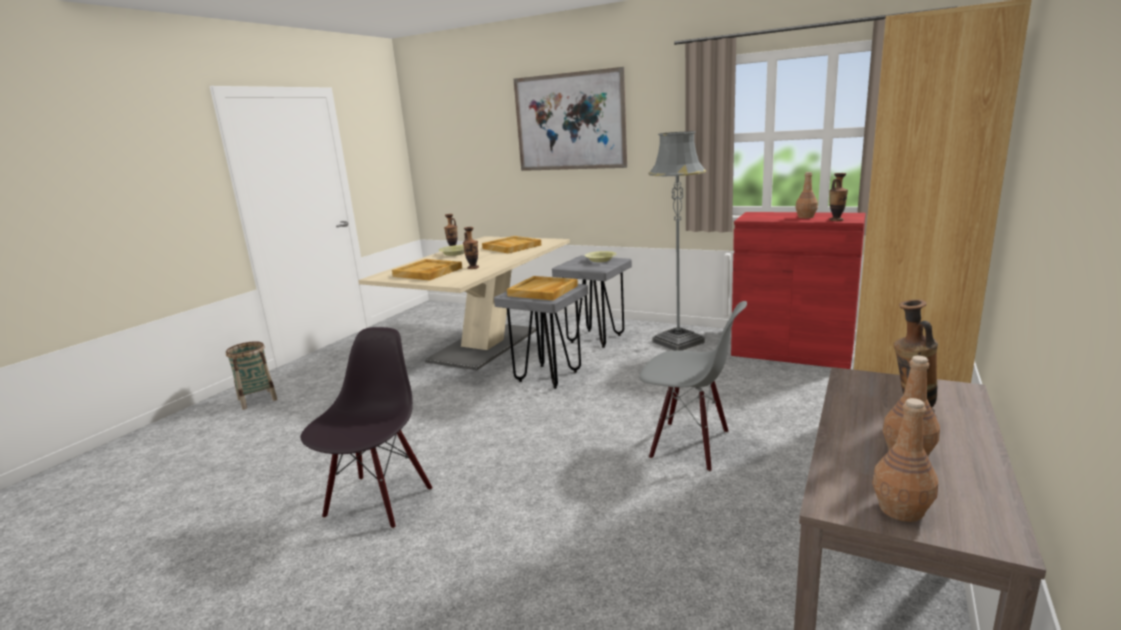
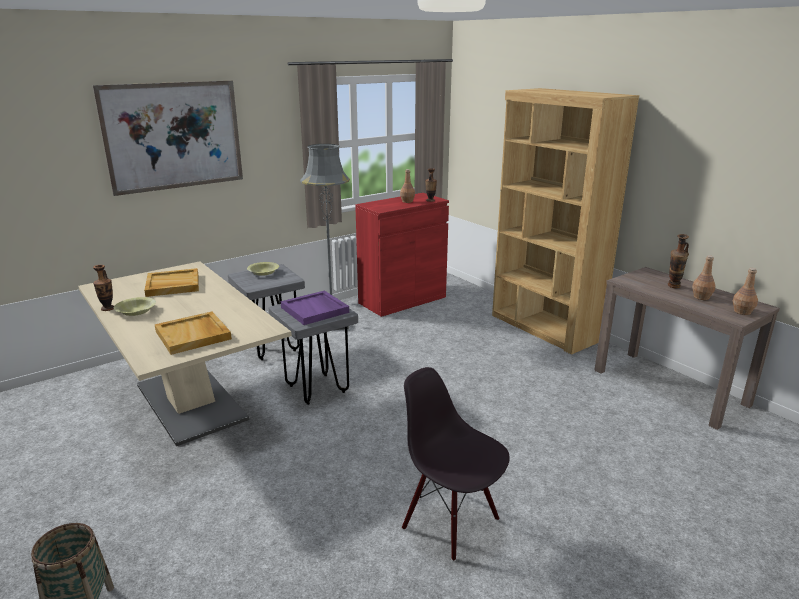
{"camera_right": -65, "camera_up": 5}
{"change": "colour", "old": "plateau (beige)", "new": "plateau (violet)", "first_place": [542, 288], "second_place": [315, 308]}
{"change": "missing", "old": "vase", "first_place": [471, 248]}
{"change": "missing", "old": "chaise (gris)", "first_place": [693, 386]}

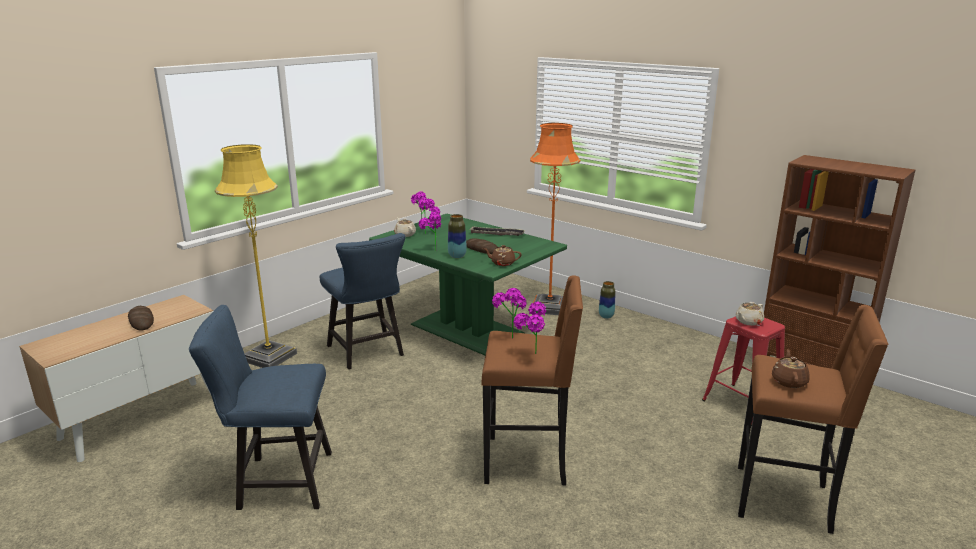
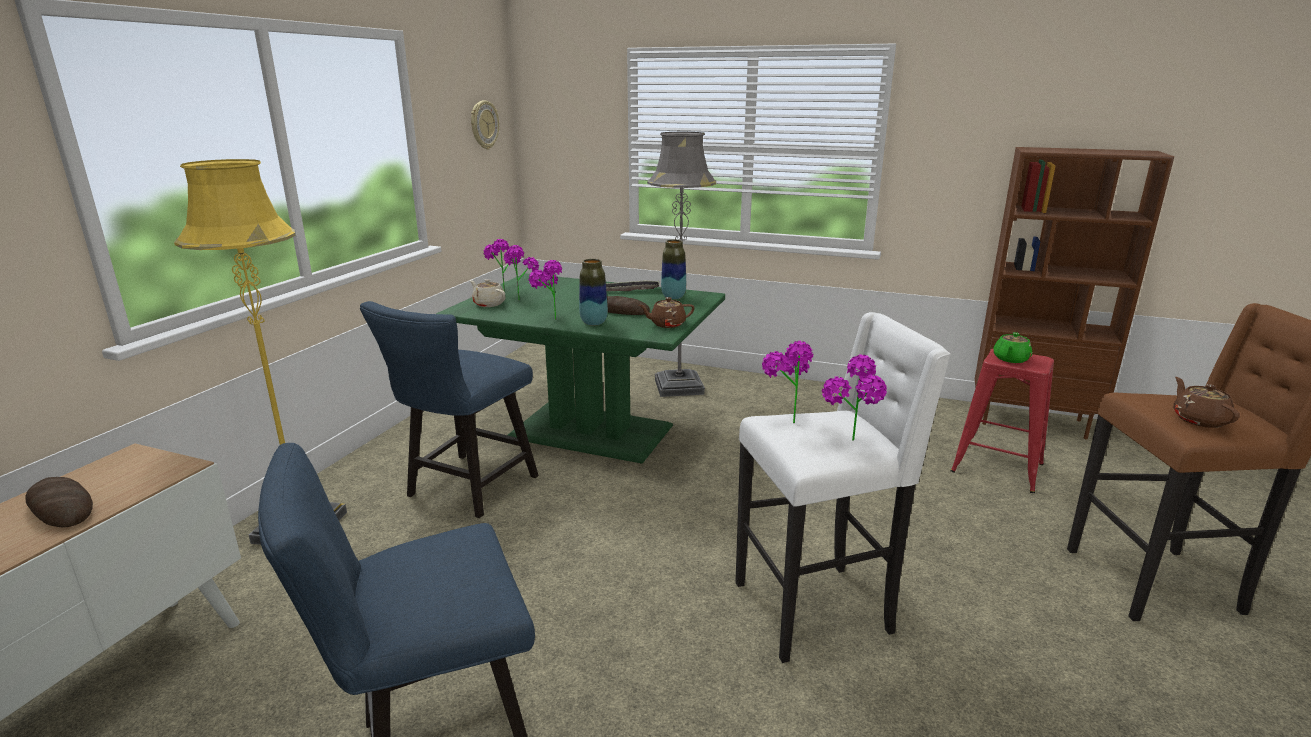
{"camera_right": -20, "camera_up": 0}
{"change": "spun", "old": "chaise (bleu)", "first_place": [363, 301], "second_place": [449, 409], "degrees": 75}
{"change": "appeared", "new": "horloge murale", "second_place": [485, 125]}
{"change": "colour", "old": "lampadaire (orange)", "new": "lampadaire (gris)", "first_place": [555, 219], "second_place": [681, 264]}
{"change": "relocated", "old": "vase", "first_place": [607, 300], "second_place": [673, 269]}
{"change": "colour", "old": "tabouret (marron)", "new": "tabouret (blanc)", "first_place": [532, 380], "second_place": [843, 487]}
{"change": "colour", "old": "théière (beige)", "new": "théière (vert)", "first_place": [750, 314], "second_place": [1012, 347]}

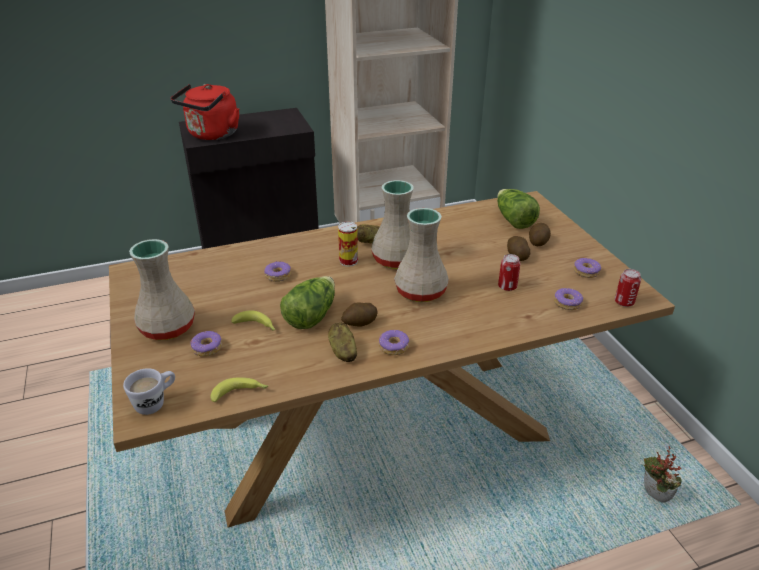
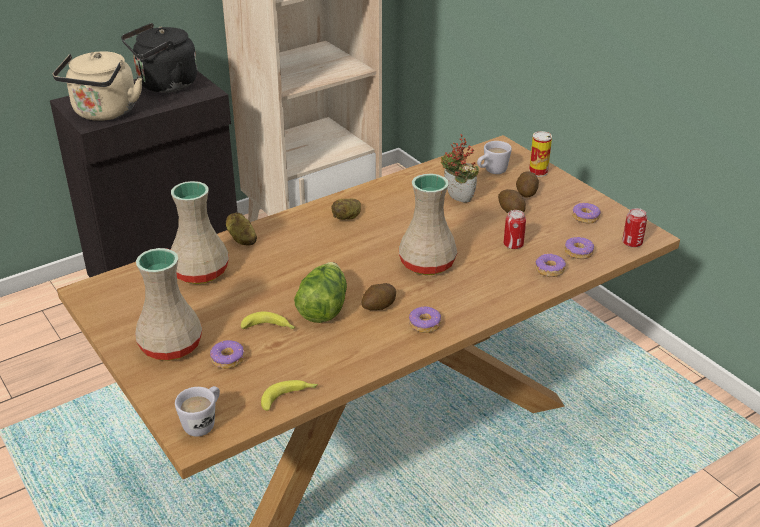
{"camera_right": -15, "camera_up": 0}
{"change": "colour", "old": "bouilloire (rouge)", "new": "bouilloire (beige)", "first_place": [204, 112], "second_place": [97, 86]}
{"change": "appeared", "new": "bouilloire (noir)", "second_place": [159, 57]}
{"change": "relocated", "old": "vase (beige)", "first_place": [392, 224], "second_place": [200, 232]}
{"change": "relocated", "old": "pomme de terre", "first_place": [342, 342], "second_place": [241, 229]}
{"change": "relocated", "old": "plante en pot", "first_place": [663, 474], "second_place": [460, 168]}
{"change": "exchanged", "old": "laitue", "new": "mug (blanc)", "first_place": [518, 209], "second_place": [494, 157]}
{"change": "relocated", "old": "boîte métallique", "first_place": [348, 244], "second_place": [540, 154]}
{"change": "relocated", "old": "beignet", "first_place": [277, 271], "second_place": [550, 265]}

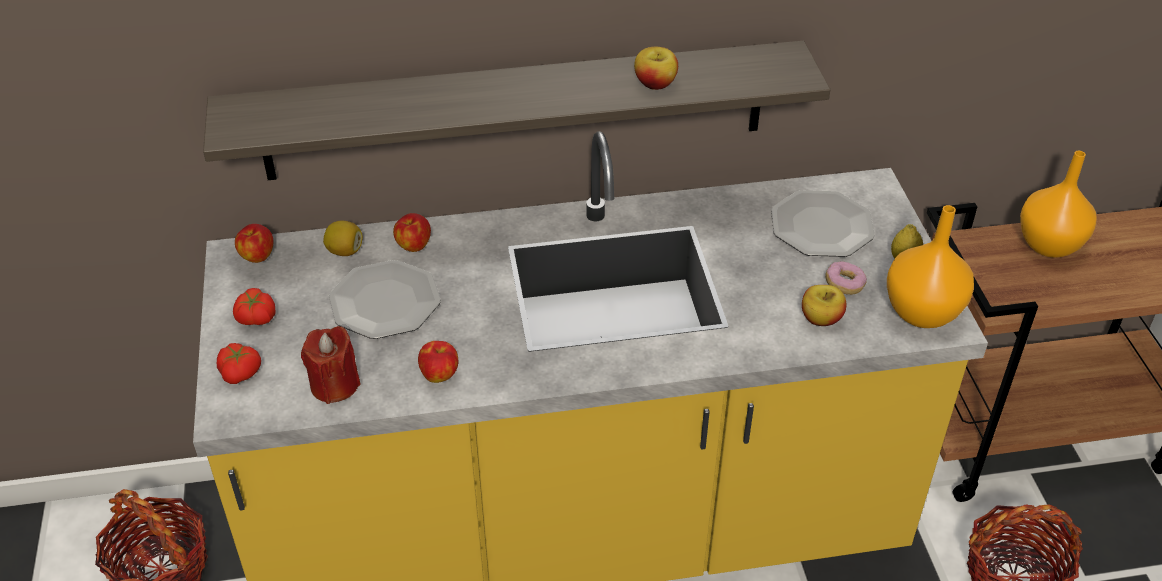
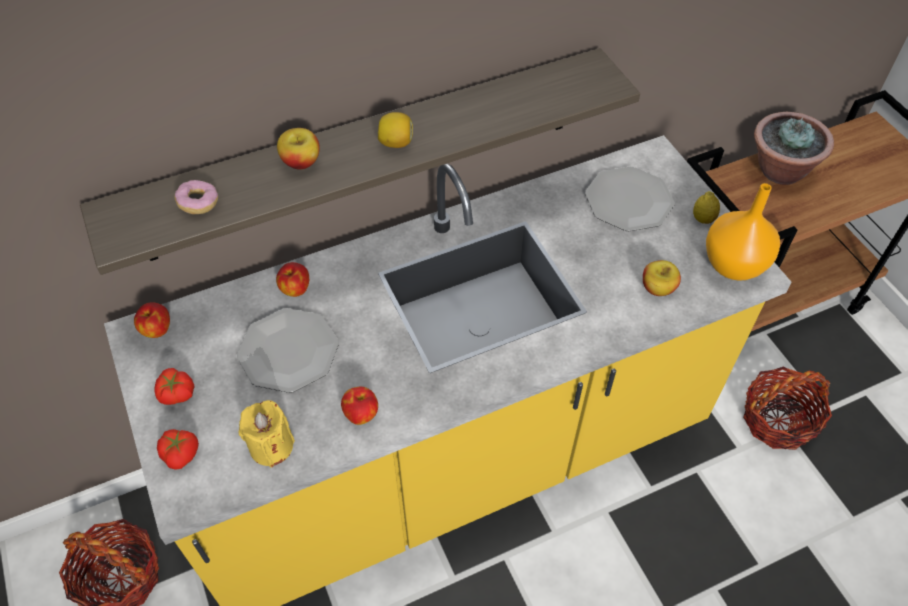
{"camera_right": -15, "camera_up": 10}
{"change": "relocated", "old": "beignet", "first_place": [846, 278], "second_place": [196, 197]}
{"change": "colour", "old": "bougie (rouge)", "new": "bougie (jaune)", "first_place": [331, 365], "second_place": [266, 434]}
{"change": "relocated", "old": "pomme", "first_place": [656, 68], "second_place": [298, 149]}
{"change": "relocated", "old": "citron", "first_place": [343, 238], "second_place": [395, 130]}
{"change": "exchanged", "old": "vase (orange)", "new": "plante en pot", "first_place": [1058, 204], "second_place": [794, 148]}

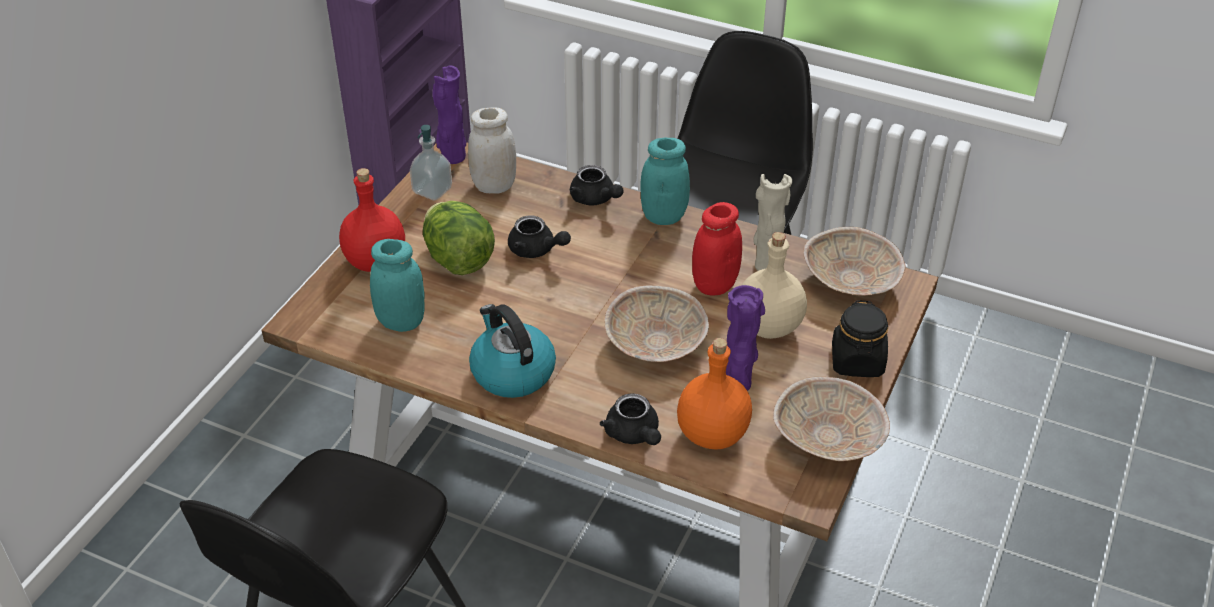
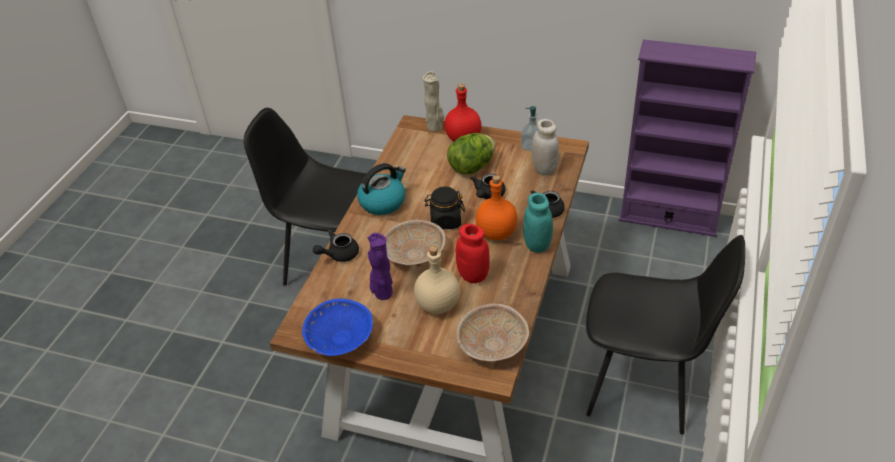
{"camera_right": 85, "camera_up": 0}
{"change": "colour", "old": "bol (beige)", "new": "bol (bleu)", "first_place": [831, 419], "second_place": [337, 327]}
{"change": "relocated", "old": "vase (beige)", "first_place": [772, 222], "second_place": [433, 101]}
{"change": "relocated", "old": "bocal (noir)", "first_place": [860, 338], "second_place": [445, 207]}
{"change": "relocated", "old": "bouteille (orange)", "first_place": [714, 394], "second_place": [497, 207]}
{"change": "missing", "old": "bocal (turquoise)", "first_place": [397, 285]}
{"change": "missing", "old": "vase (violet)", "first_place": [449, 115]}

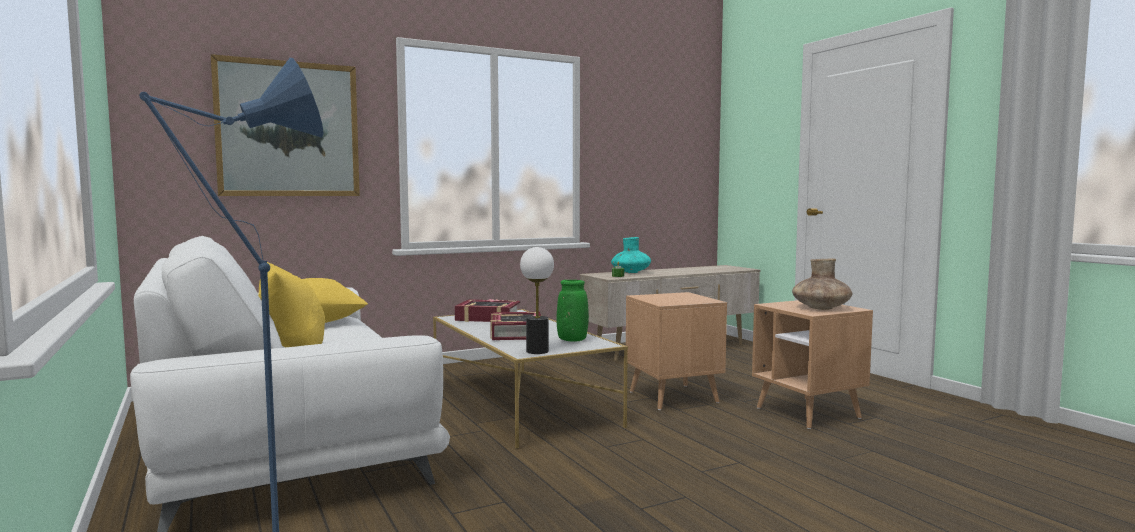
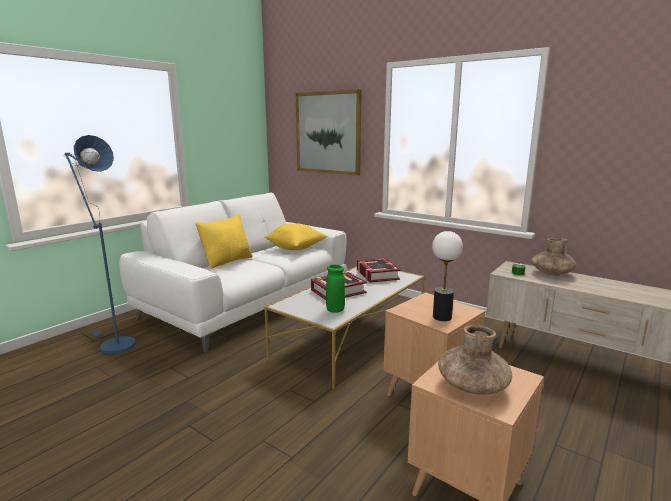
{"camera_right": 65, "camera_up": 10}
{"change": "relocated", "old": "lampe de table", "first_place": [537, 300], "second_place": [447, 276]}
{"change": "colour", "old": "vase (turquoise)", "new": "vase (marron)", "first_place": [631, 255], "second_place": [554, 257]}

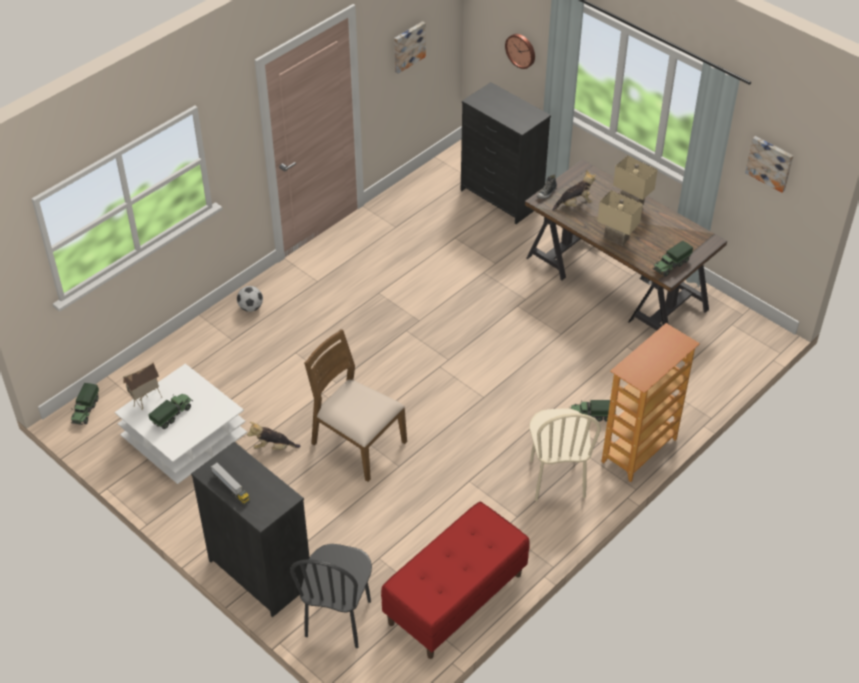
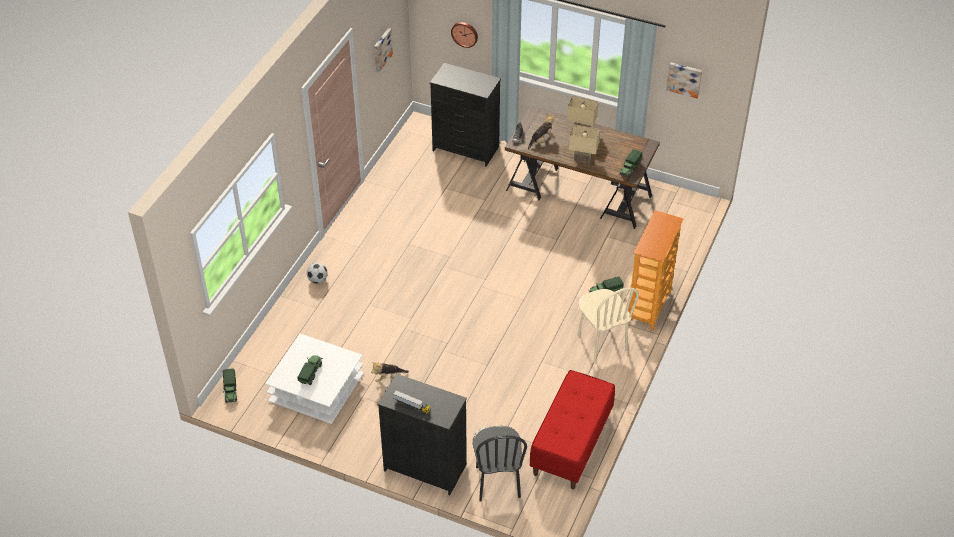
{"camera_right": -20, "camera_up": 0}
{"change": "missing", "old": "maison miniature", "first_place": [142, 385]}
{"change": "missing", "old": "chaise (marron)", "first_place": [355, 405]}

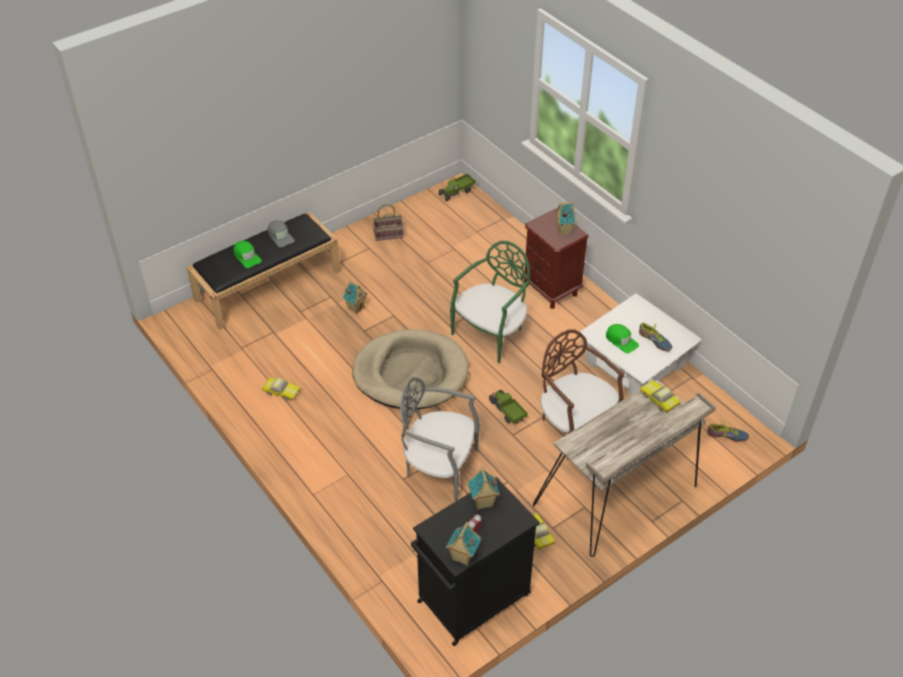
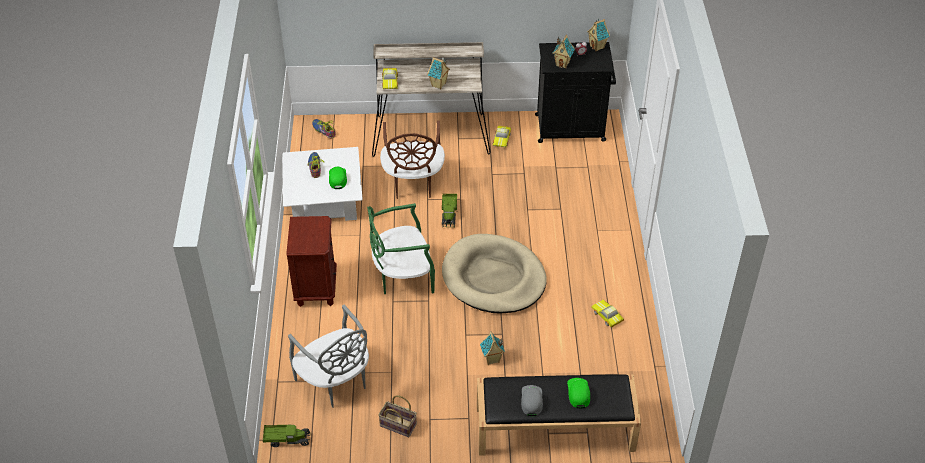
{"camera_right": -145, "camera_up": 0}
{"change": "relocated", "old": "chaise (gris)", "first_place": [440, 439], "second_place": [328, 356]}
{"change": "relocated", "old": "maison miniature", "first_place": [566, 218], "second_place": [438, 73]}

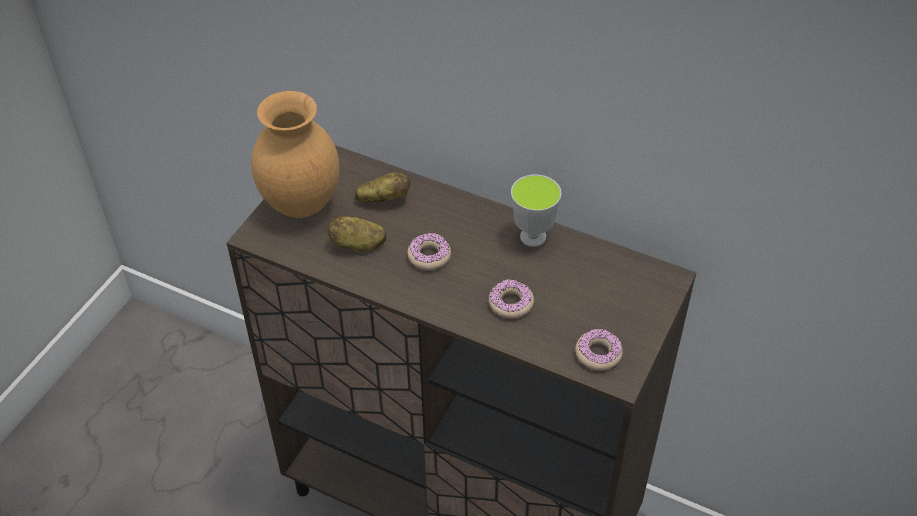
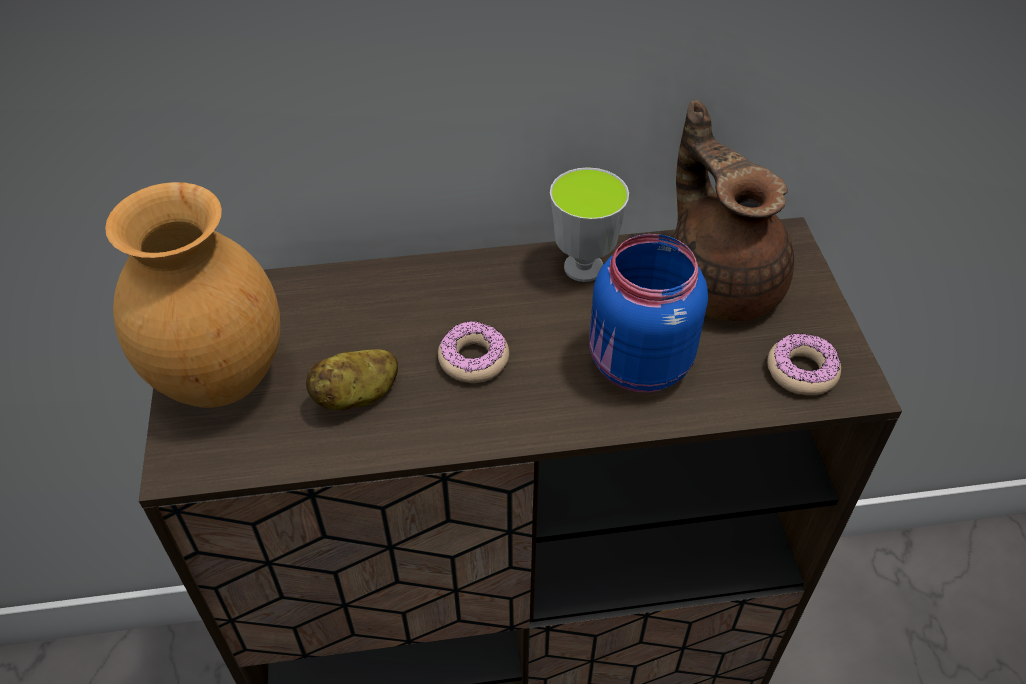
{"camera_right": -35, "camera_up": 0}
{"change": "exchanged", "old": "beignet", "new": "bocal (bleu)", "first_place": [511, 299], "second_place": [648, 313]}
{"change": "appeared", "new": "théière (marron)", "second_place": [733, 211]}
{"change": "missing", "old": "pomme de terre", "first_place": [383, 187]}

